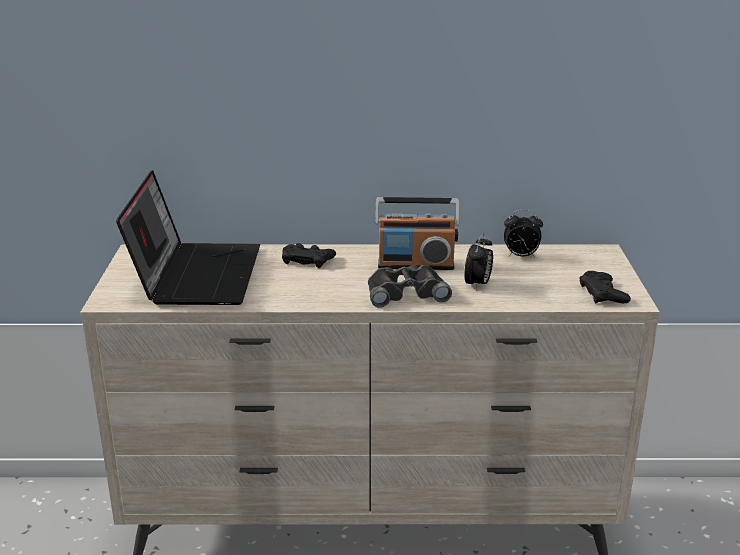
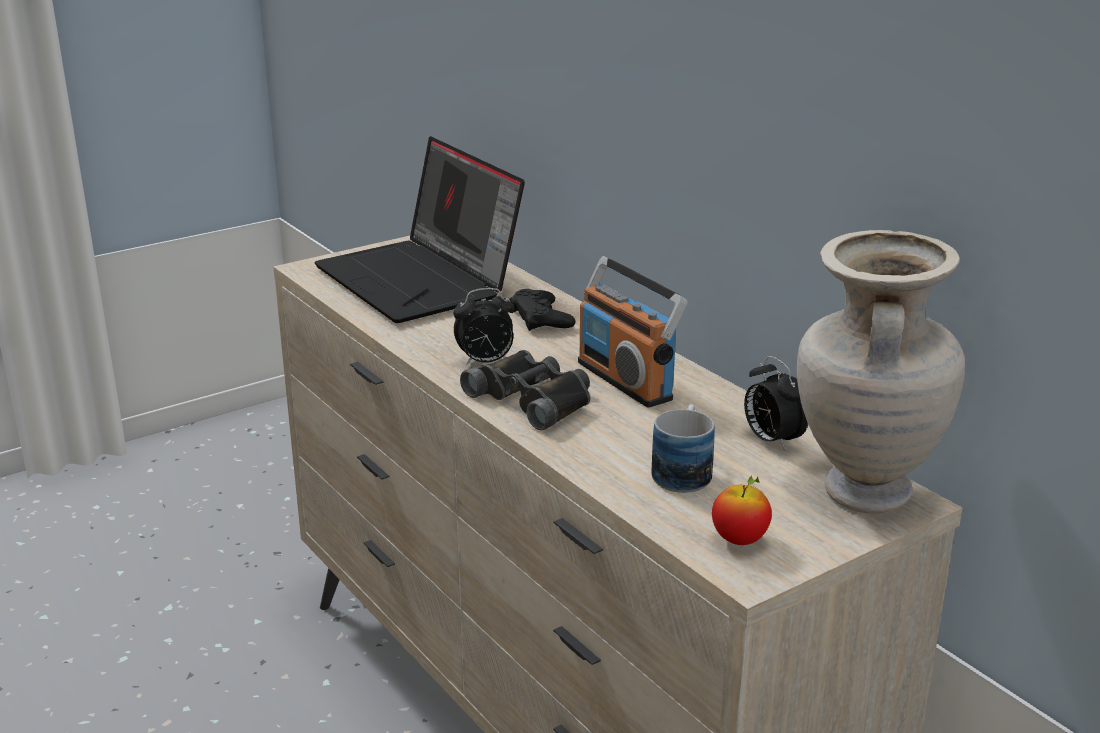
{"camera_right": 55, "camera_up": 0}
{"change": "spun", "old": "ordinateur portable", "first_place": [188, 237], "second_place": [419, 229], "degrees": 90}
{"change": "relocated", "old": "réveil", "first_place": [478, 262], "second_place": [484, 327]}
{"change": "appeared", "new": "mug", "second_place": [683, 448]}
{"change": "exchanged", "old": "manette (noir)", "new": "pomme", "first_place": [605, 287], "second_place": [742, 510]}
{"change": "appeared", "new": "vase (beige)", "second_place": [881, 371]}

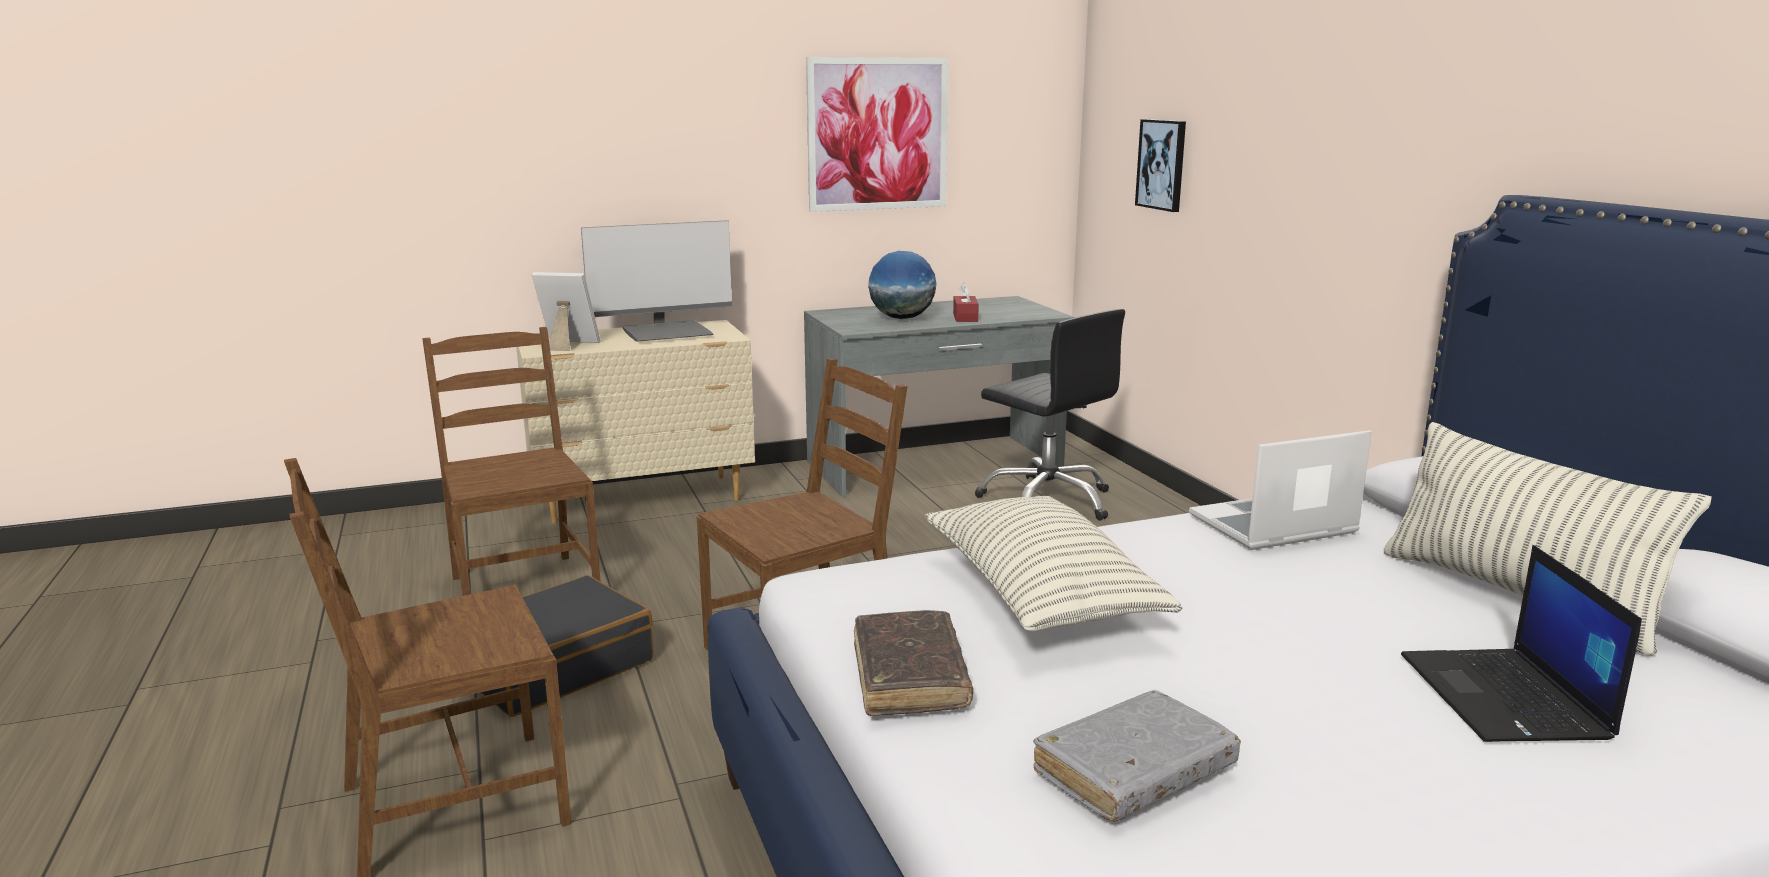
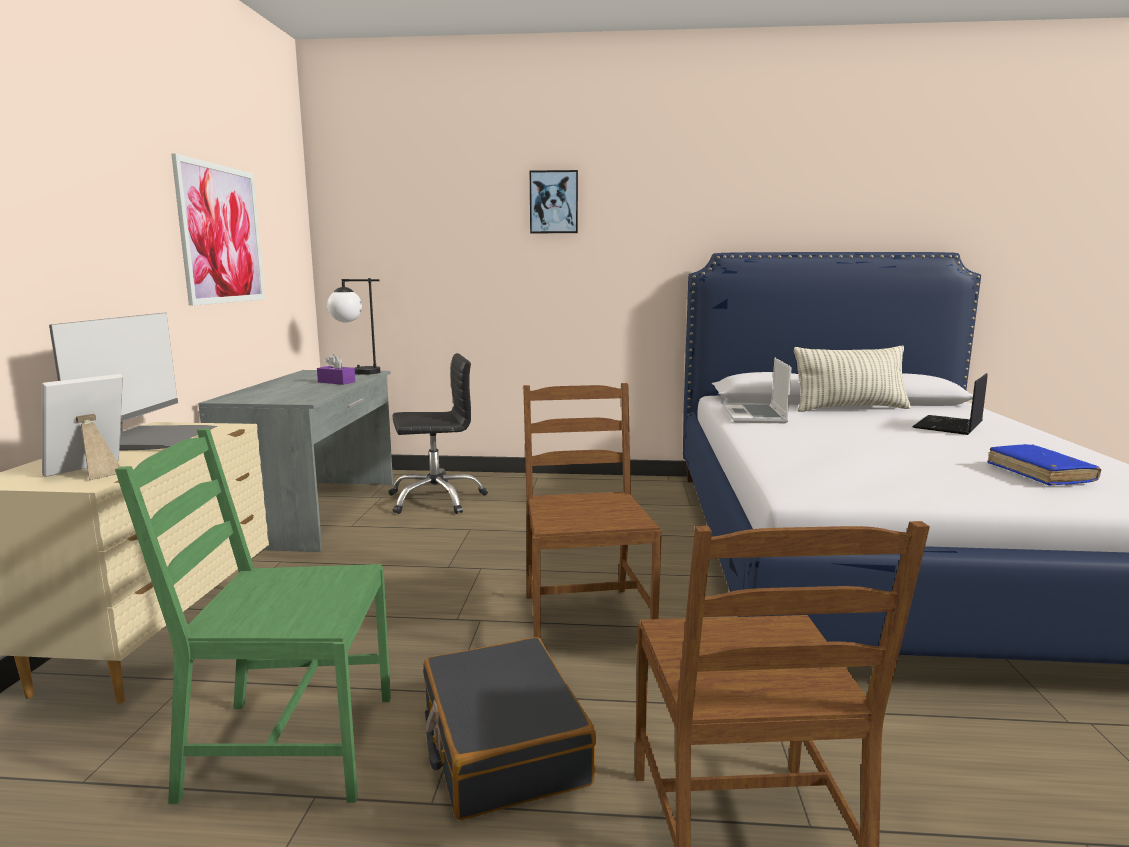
{"camera_right": -65, "camera_up": -5}
{"change": "colour", "old": "chaise (marron)", "new": "chaise (vert)", "first_place": [511, 461], "second_place": [253, 616]}
{"change": "colour", "old": "boîte à mouchoirs (rouge)", "new": "boîte à mouchoirs (violet)", "first_place": [966, 302], "second_place": [336, 369]}
{"change": "appeared", "new": "lampe de table", "second_place": [354, 326]}
{"change": "relocated", "old": "tableau", "first_place": [1160, 165], "second_place": [554, 201]}
{"change": "spun", "old": "ordinateur portable", "first_place": [1521, 643], "second_place": [950, 404], "degrees": 105}
{"change": "colour", "old": "livre (gris)", "new": "livre (bleu)", "first_place": [1137, 756], "second_place": [1044, 464]}
{"change": "missing", "old": "livre (marron)", "first_place": [913, 663]}
{"change": "missing", "old": "globe", "first_place": [902, 285]}
{"change": "missing", "old": "coussin", "first_place": [1053, 563]}

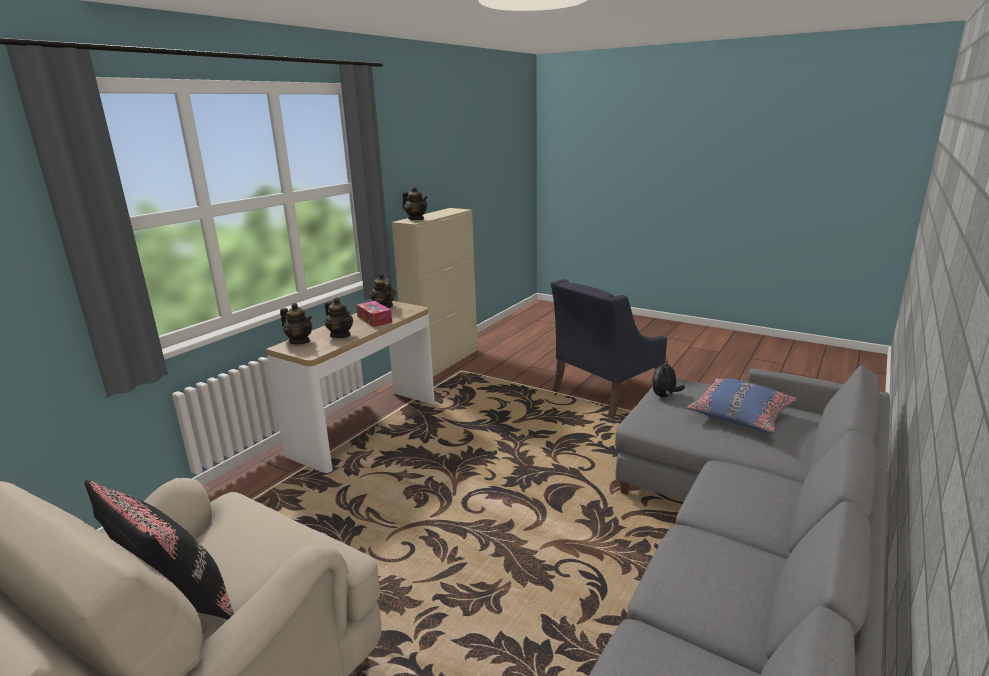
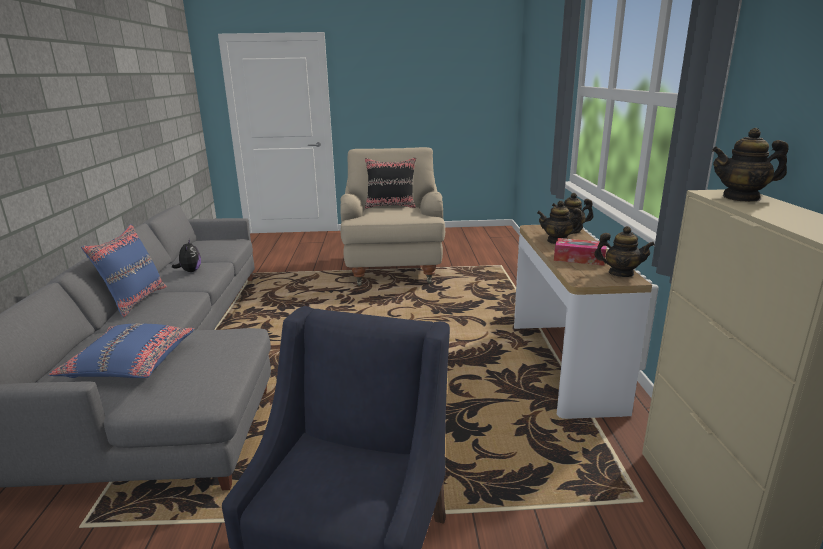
{"camera_right": 145, "camera_up": 0}
{"change": "appeared", "new": "coussin (bleu)", "second_place": [124, 270]}
{"change": "relocated", "old": "peluche", "first_place": [668, 377], "second_place": [186, 255]}

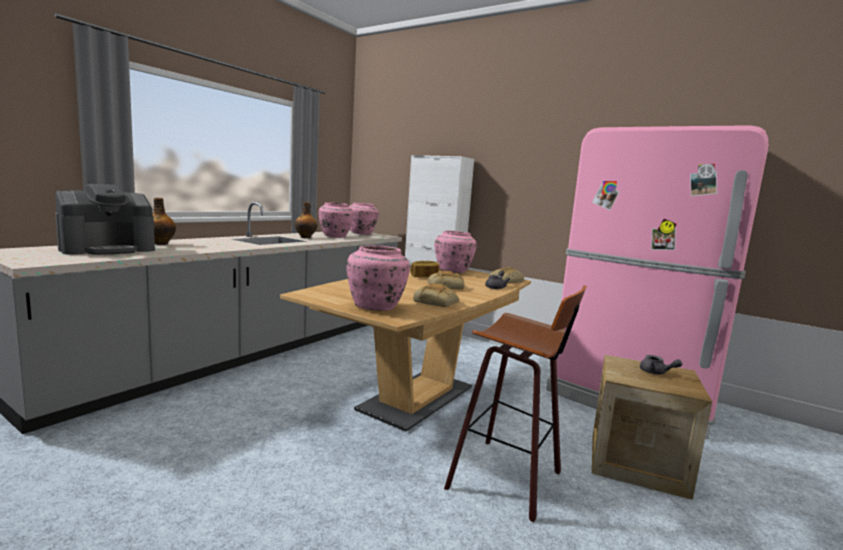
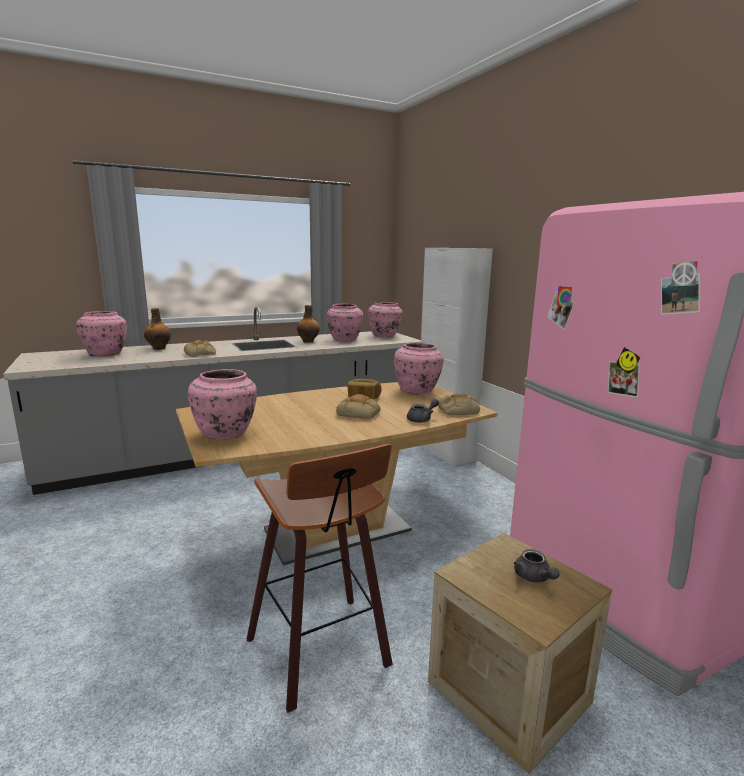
{"camera_right": 30, "camera_up": 5}
{"change": "exchanged", "old": "machine à café", "new": "vase (rose)", "first_place": [105, 219], "second_place": [101, 333]}
{"change": "relocated", "old": "pain", "first_place": [436, 295], "second_place": [200, 348]}

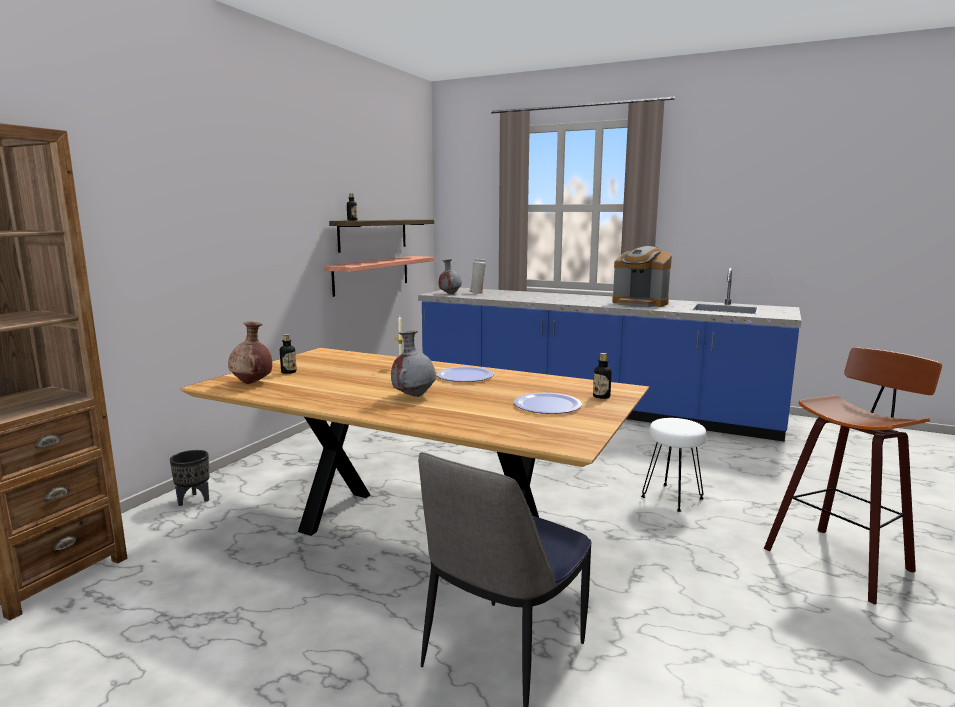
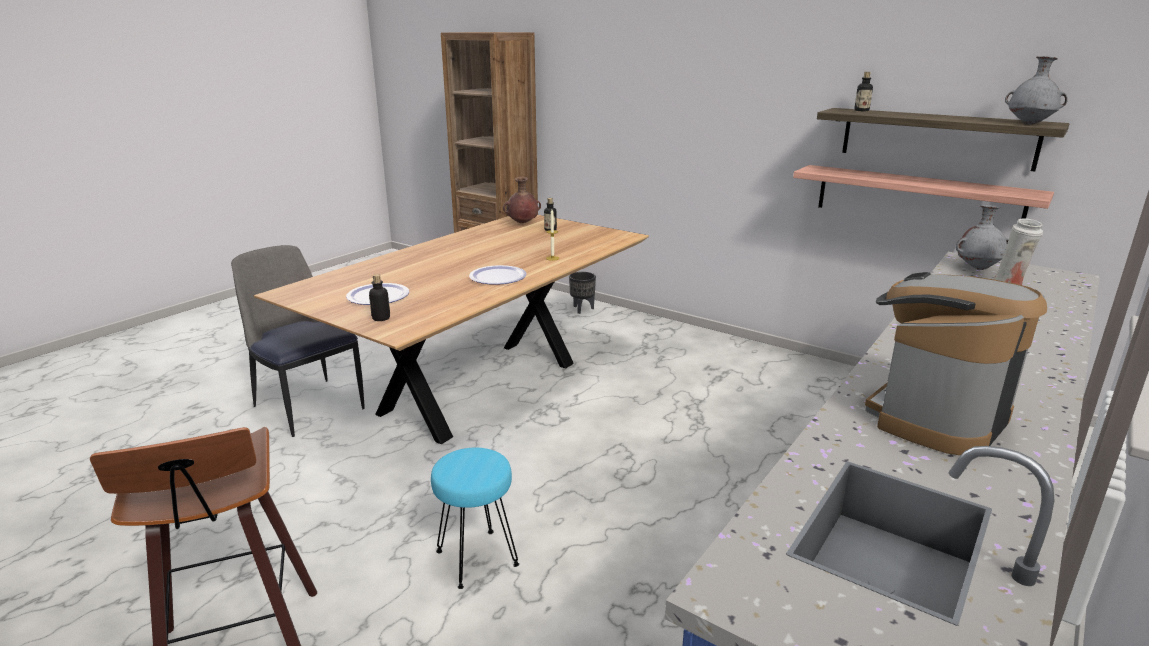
{"camera_right": 100, "camera_up": 10}
{"change": "colour", "old": "tabouret (blanc)", "new": "tabouret (turquoise)", "first_place": [673, 465], "second_place": [475, 518]}
{"change": "relocated", "old": "vase (gris)", "first_place": [413, 364], "second_place": [1036, 90]}

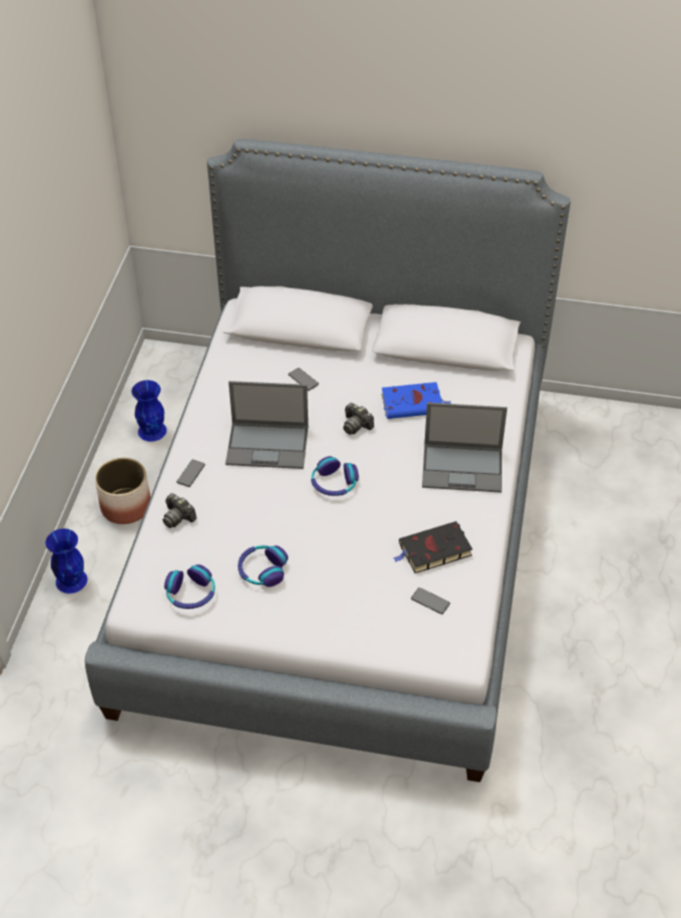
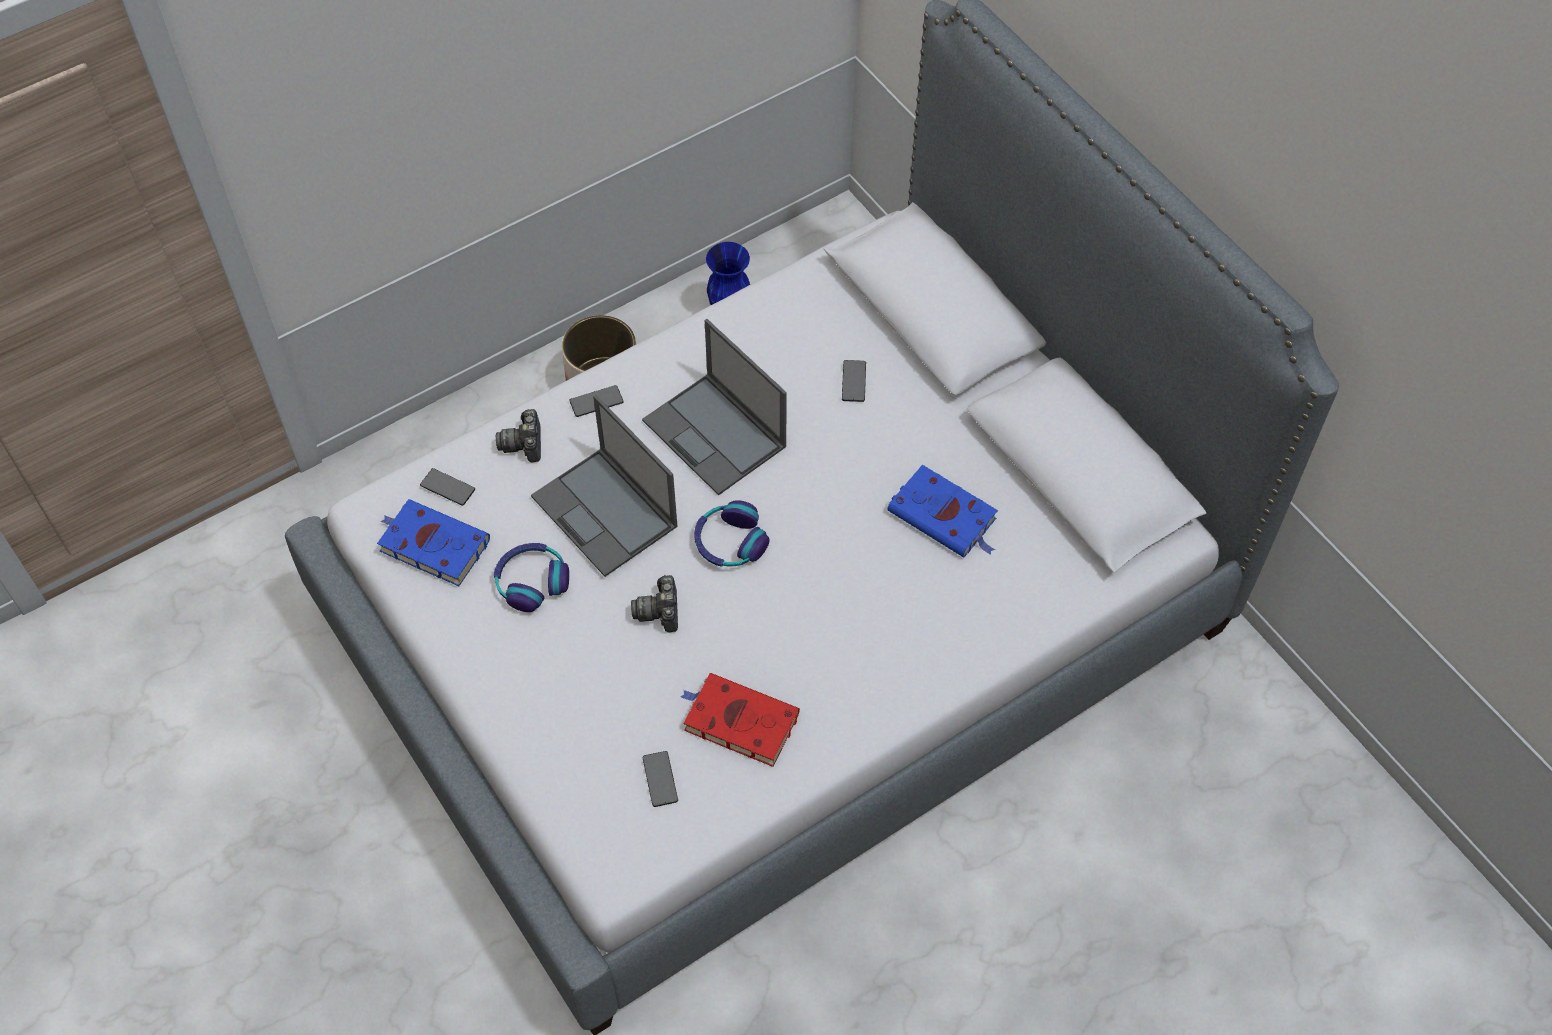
{"camera_right": 45, "camera_up": 10}
{"change": "exchanged", "old": "casque audio", "new": "livre (bleu)", "first_place": [189, 586], "second_place": [433, 542]}
{"change": "appeared", "new": "téléphone", "second_place": [447, 487]}
{"change": "relocated", "old": "ordinateur portable", "first_place": [464, 447], "second_place": [604, 486]}
{"change": "relocated", "old": "appareil photo", "first_place": [358, 419], "second_place": [654, 603]}
{"change": "colour", "old": "livre (noir)", "new": "livre (rouge)", "first_place": [433, 547], "second_place": [740, 720]}
{"change": "missing", "old": "vase (bleu)", "first_place": [66, 561]}

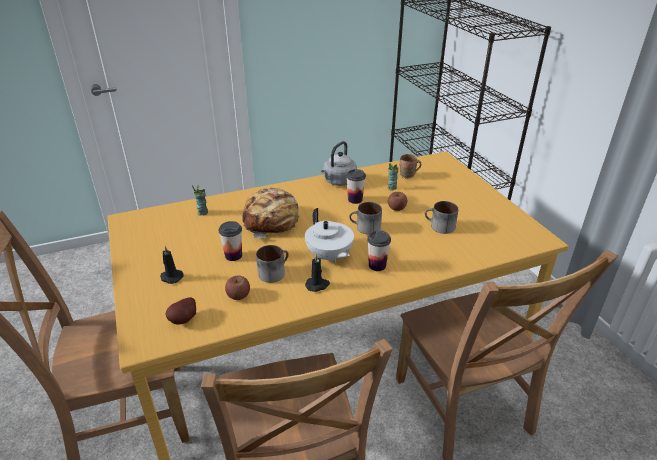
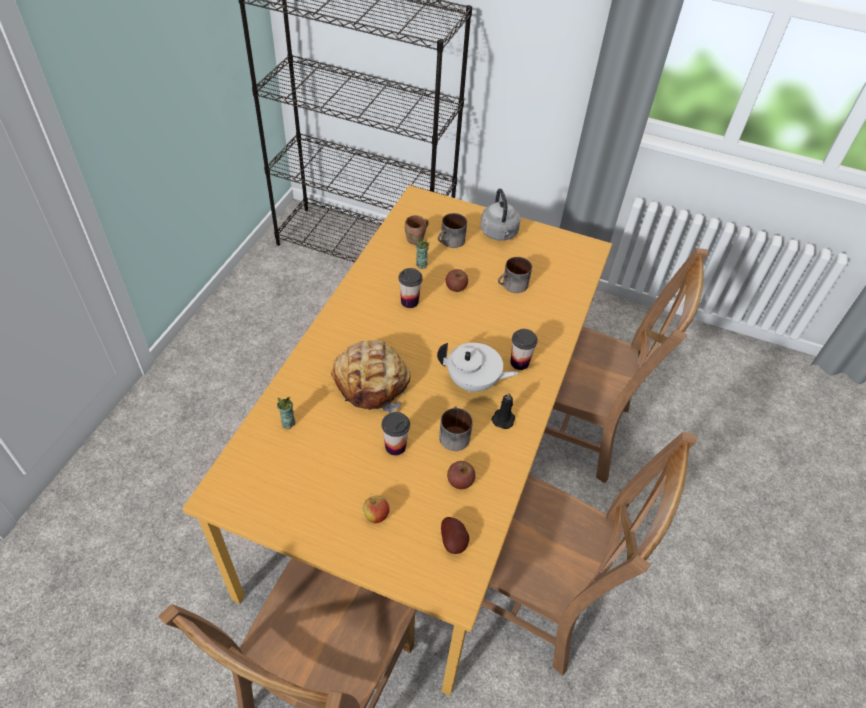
{"camera_right": -50, "camera_up": 15}
{"change": "exchanged", "old": "bougie (noir)", "new": "pomme", "first_place": [172, 265], "second_place": [376, 509]}
{"change": "relocated", "old": "mug", "first_place": [365, 218], "second_place": [452, 230]}
{"change": "relocated", "old": "bouilloire (gris)", "first_place": [339, 163], "second_place": [500, 215]}

